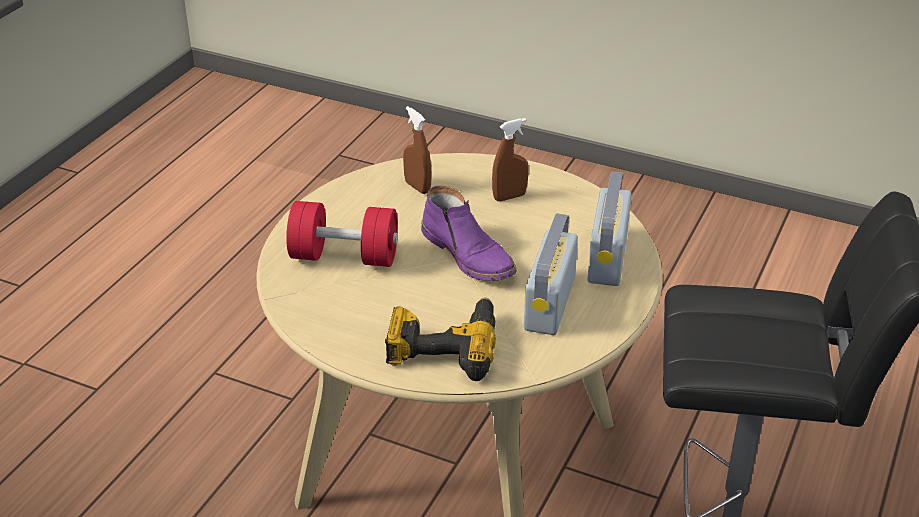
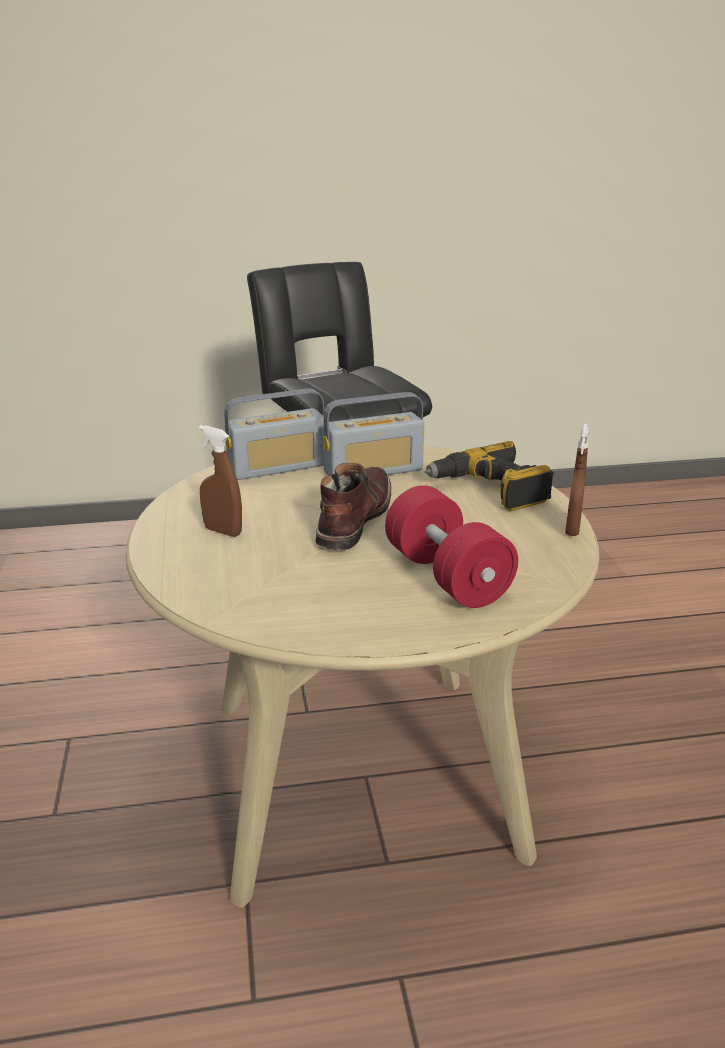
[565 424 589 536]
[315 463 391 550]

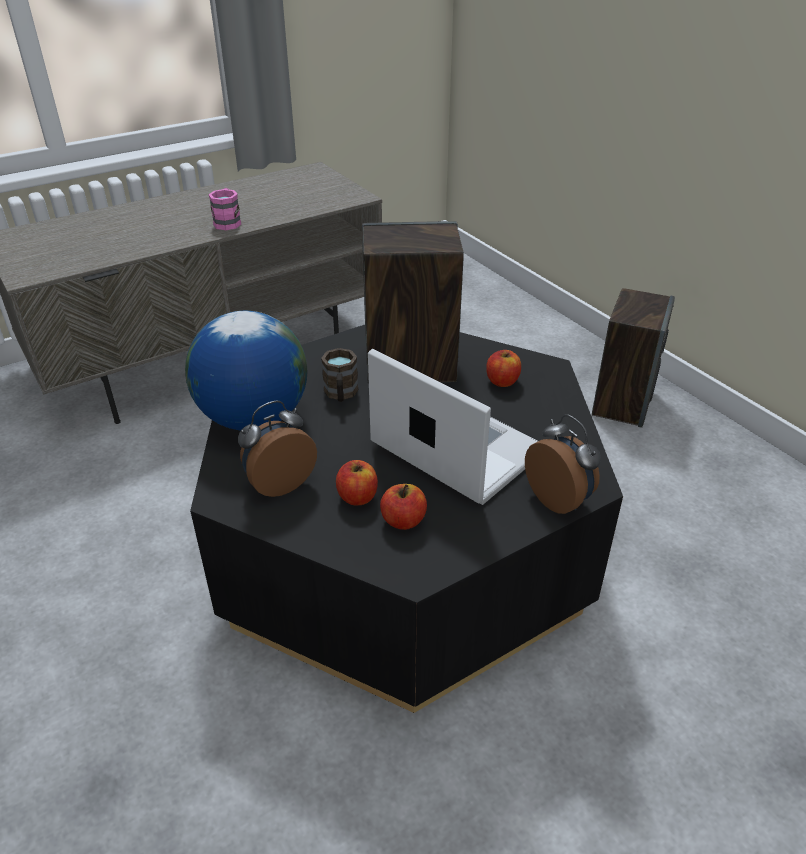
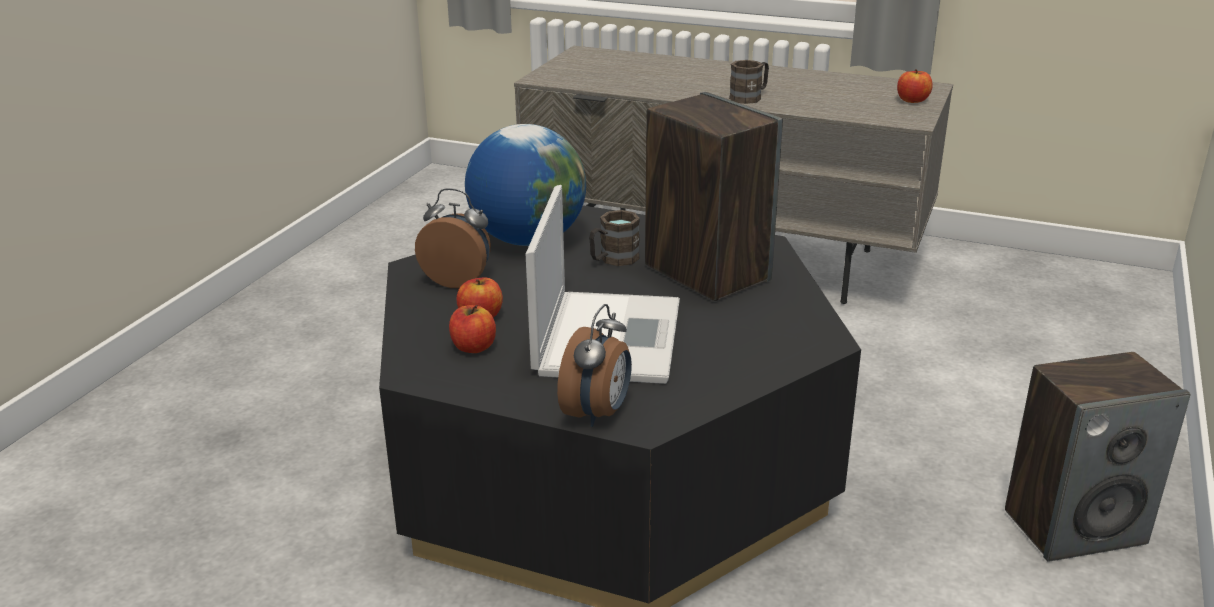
[729 60 769 104]
[897 69 933 103]

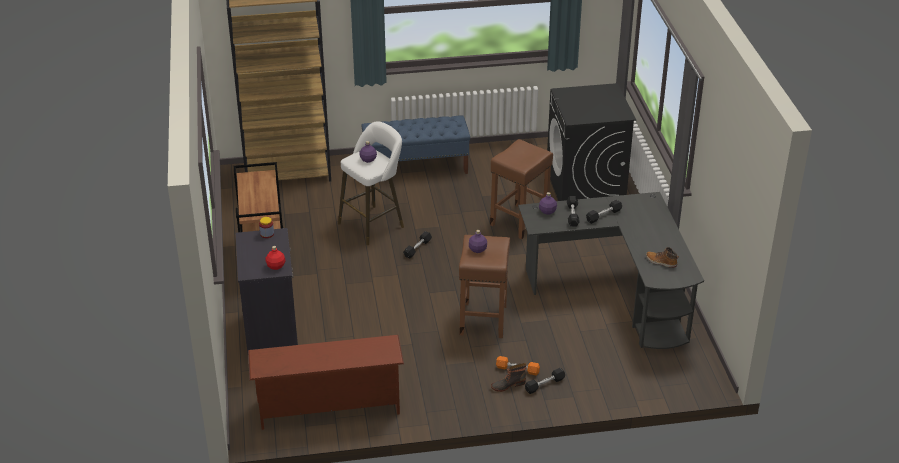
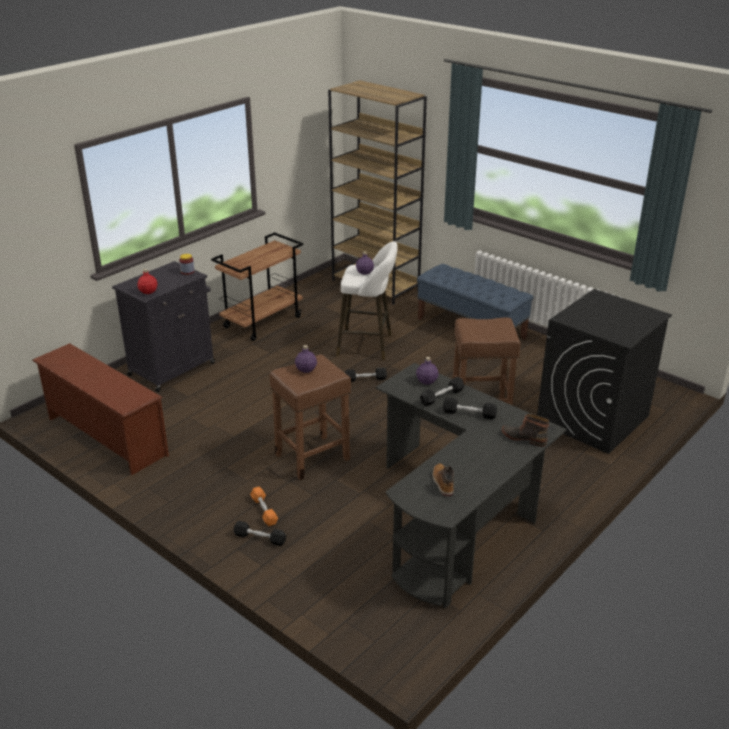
[502 414 549 447]

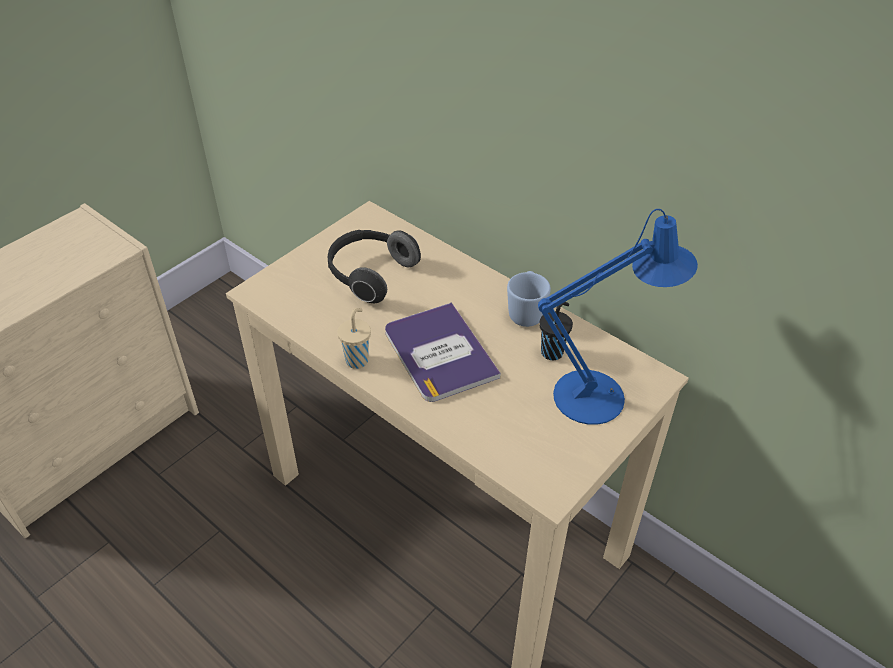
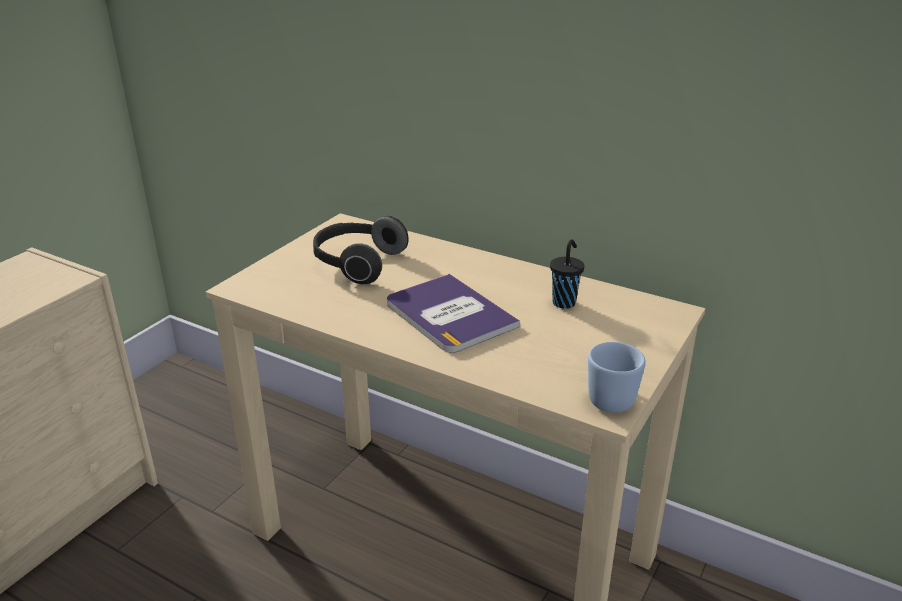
[337 308 371 369] (first image)
[588 342 646 413]
[538 209 698 425] (first image)

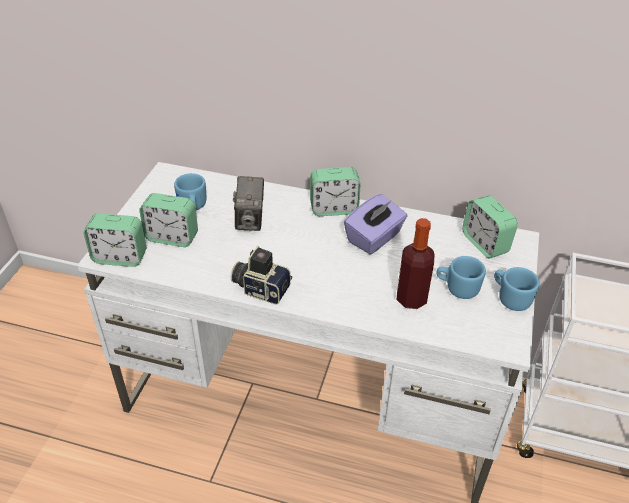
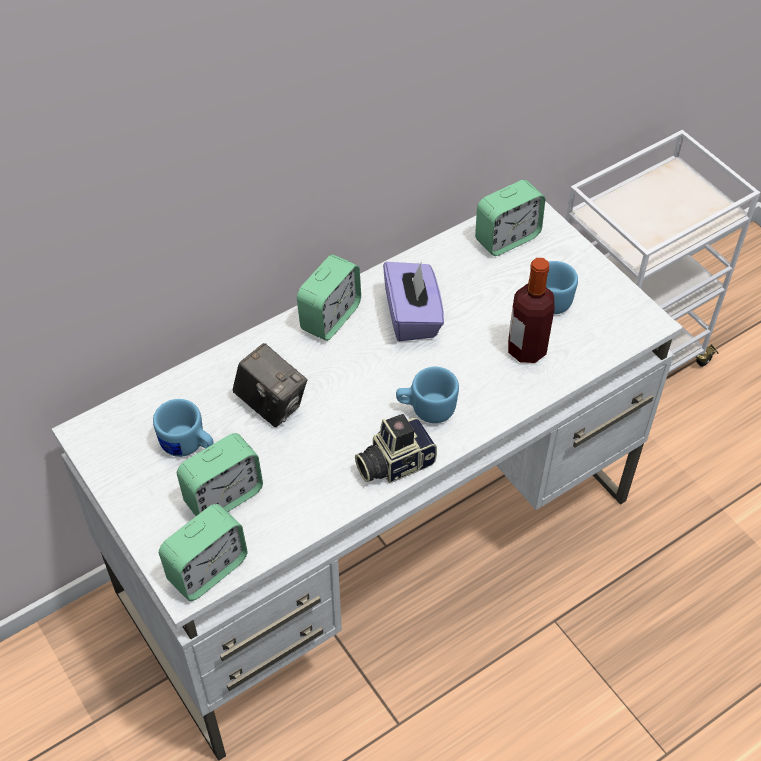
[475 180 545 256]
[396 367 459 423]

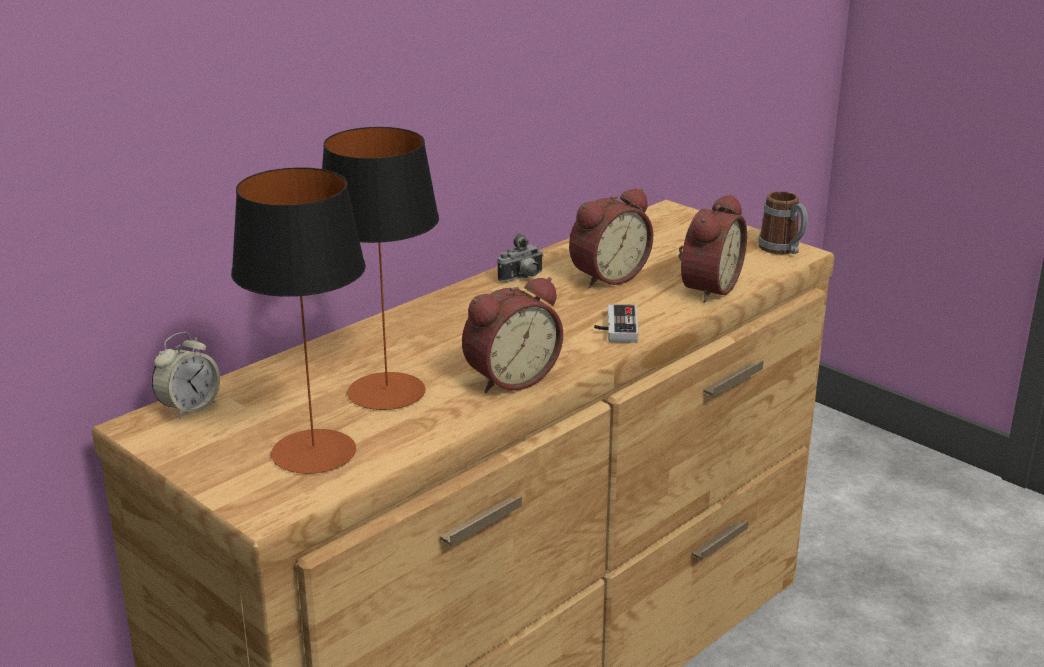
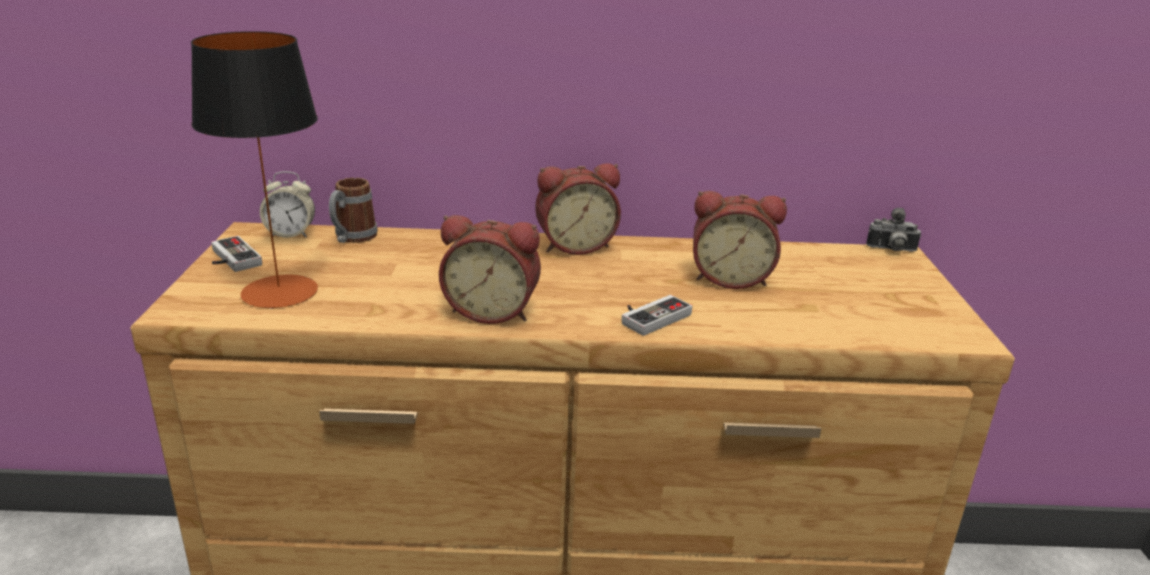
[322 127 439 410] (first image)
[866 208 921 252]
[535 163 621 255]
[329 178 378 243]
[211 236 262 272]

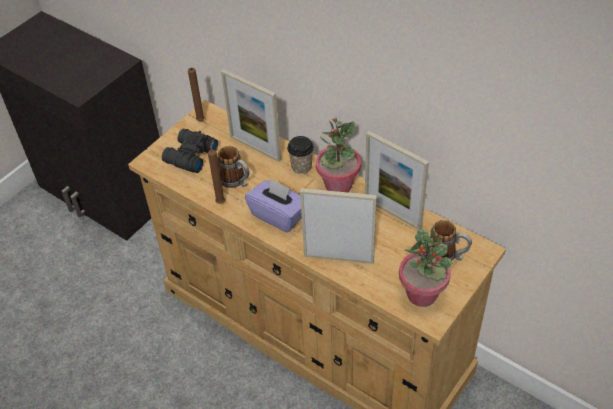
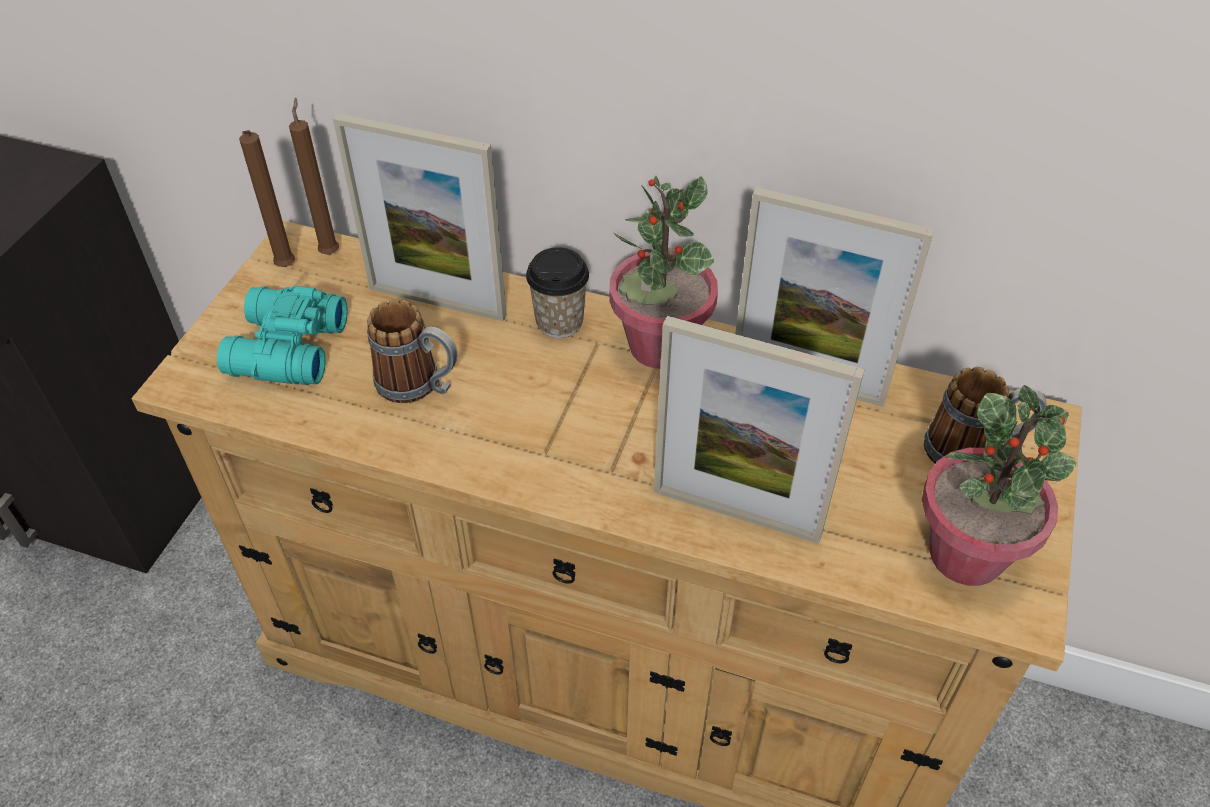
[217 285 348 385]
[289 98 339 254]
[245 178 302 233] (first image)
[654 316 865 544]

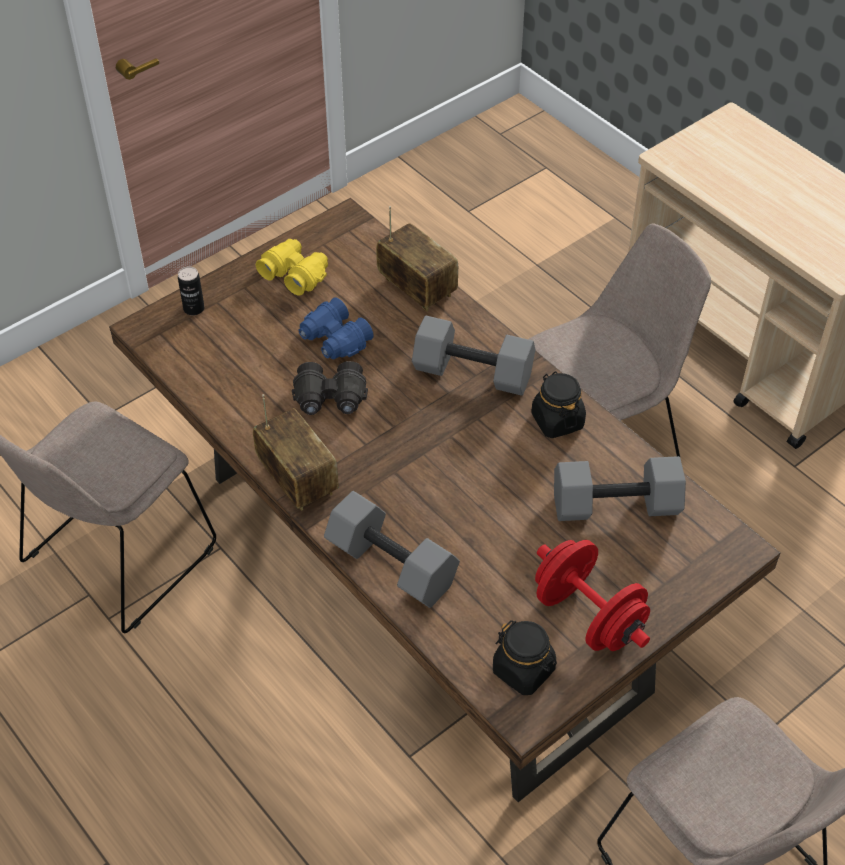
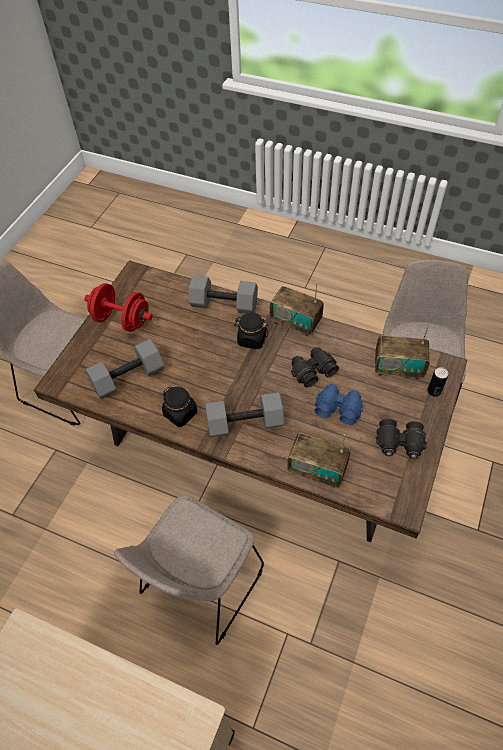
[376 419 427 459]
[234 312 269 349]
[375 324 430 380]

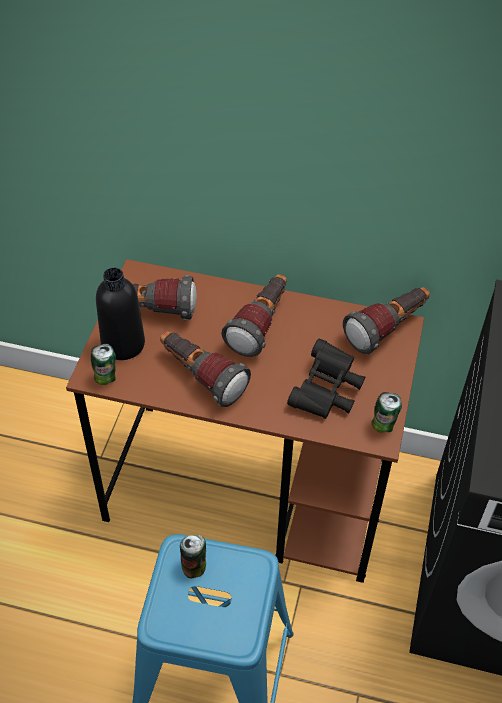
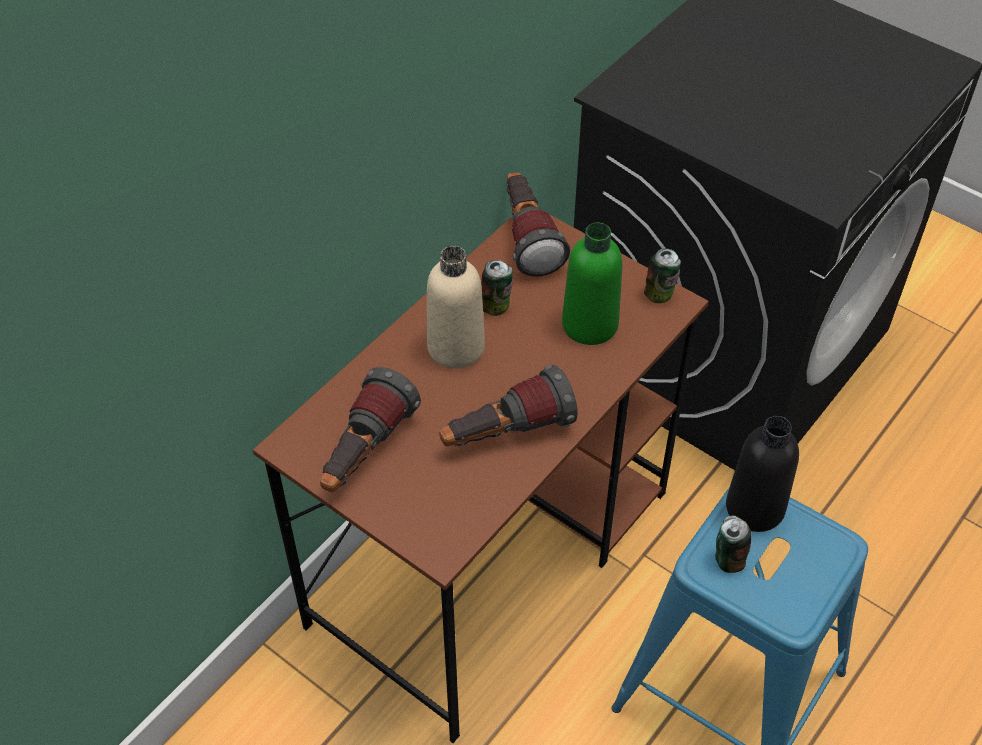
[481 260 513 316]
[726 416 799 532]
[427 246 485 369]
[562 222 622 345]

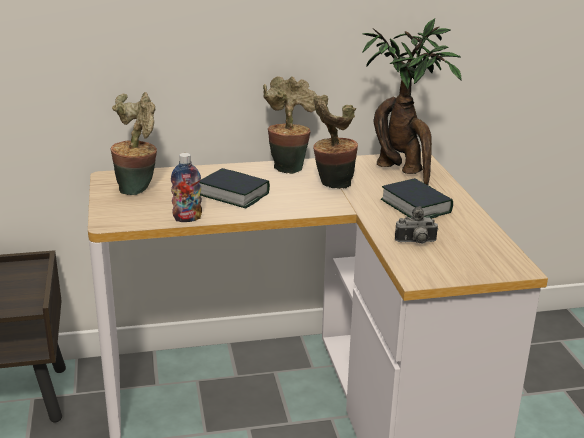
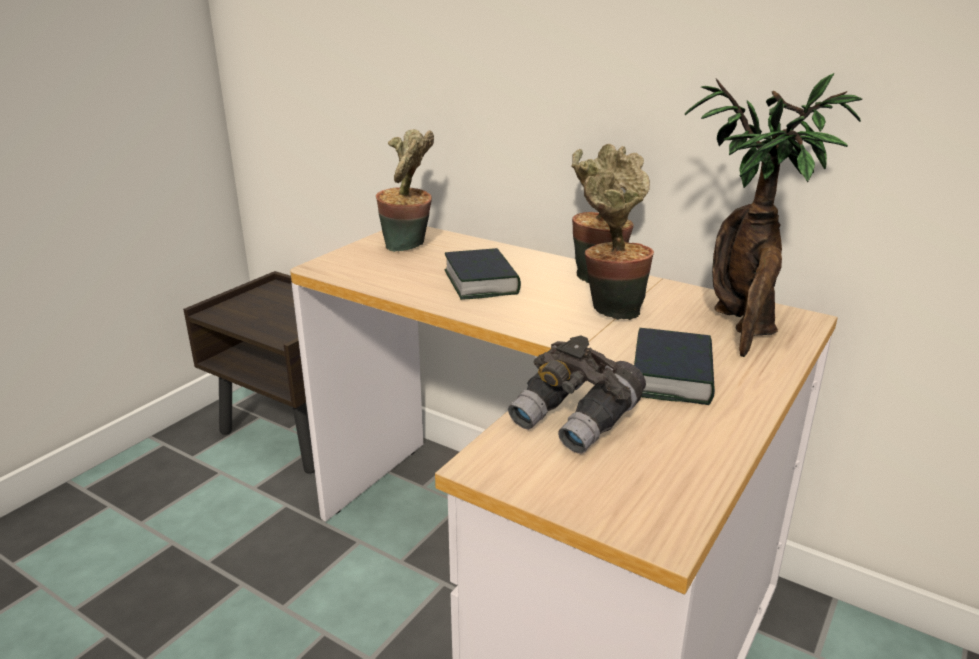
[171 153 202 222] (first image)
[508 336 646 454]

